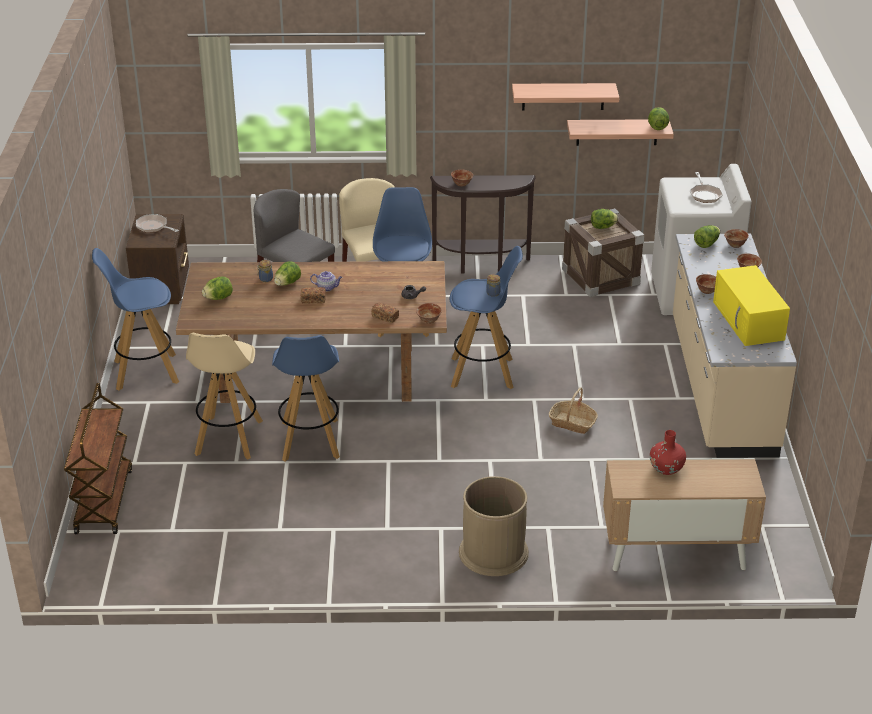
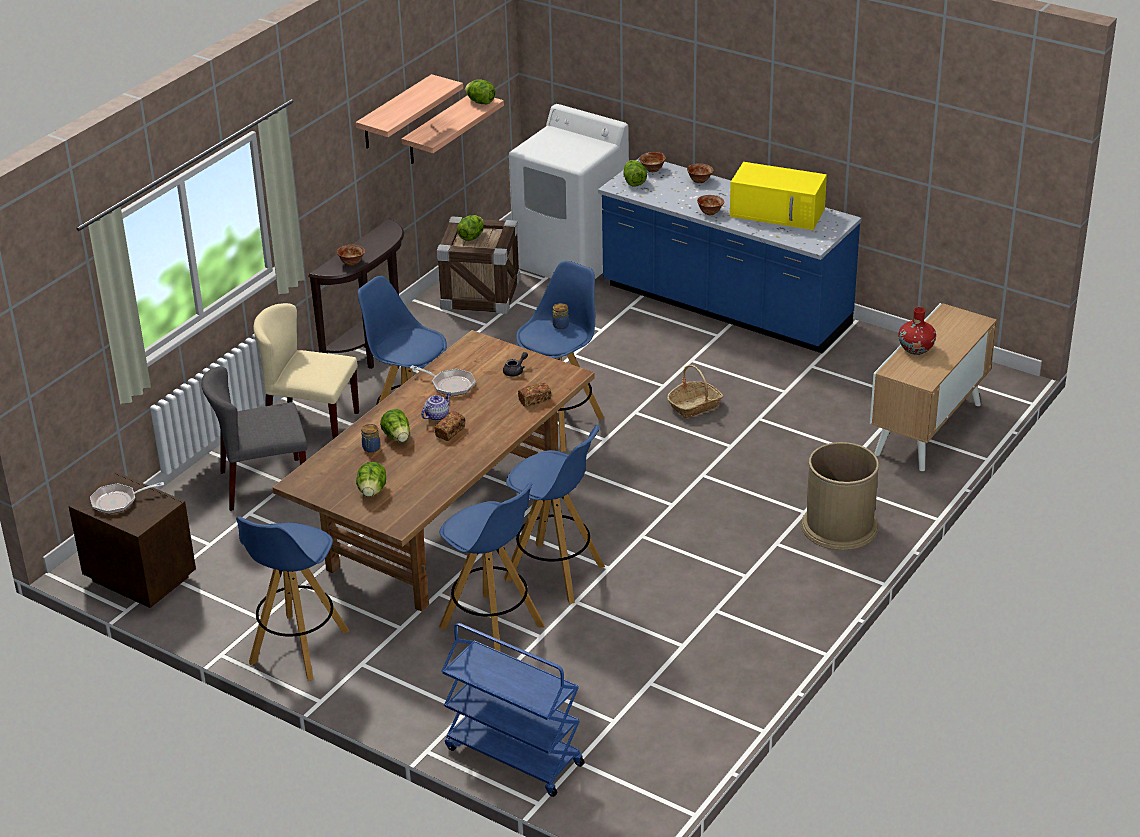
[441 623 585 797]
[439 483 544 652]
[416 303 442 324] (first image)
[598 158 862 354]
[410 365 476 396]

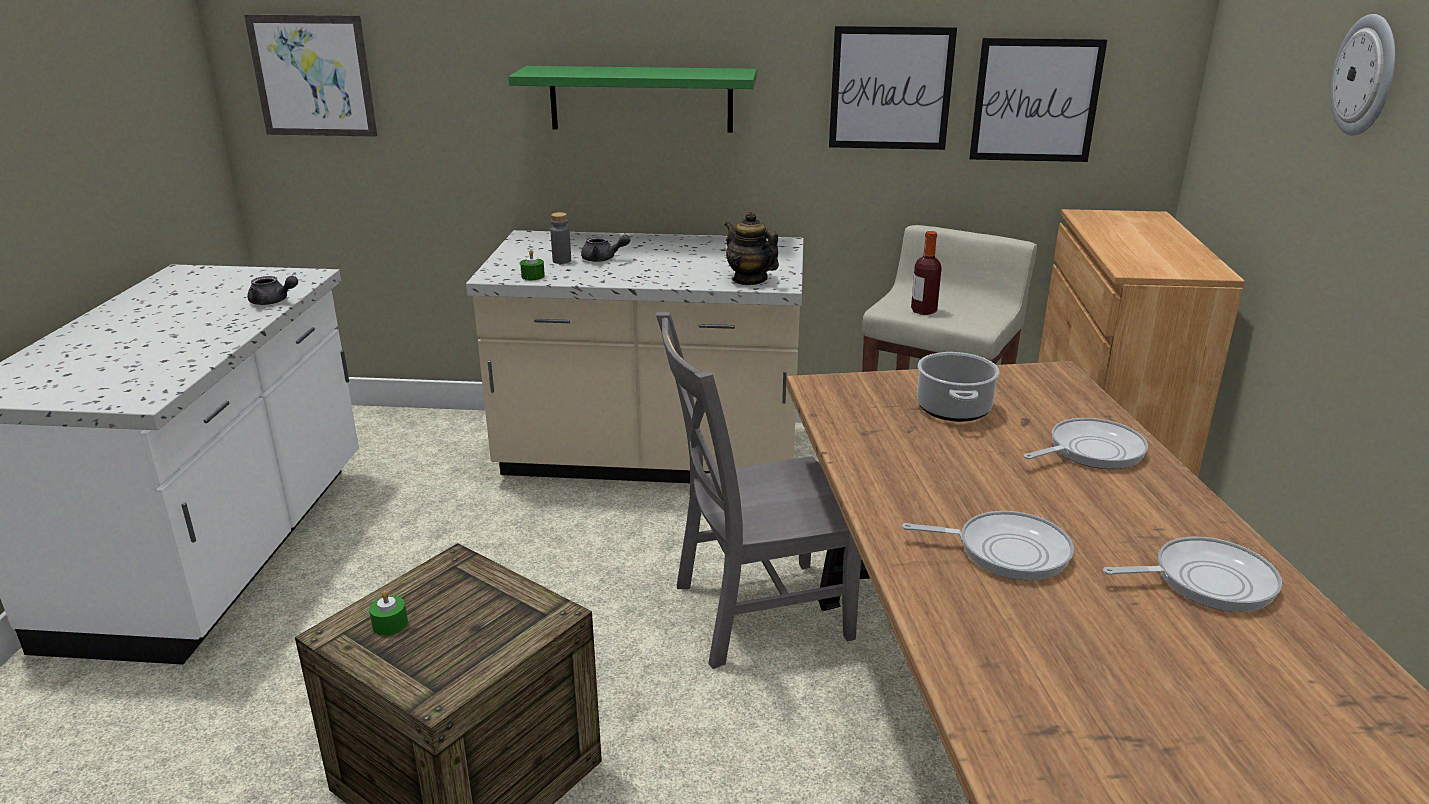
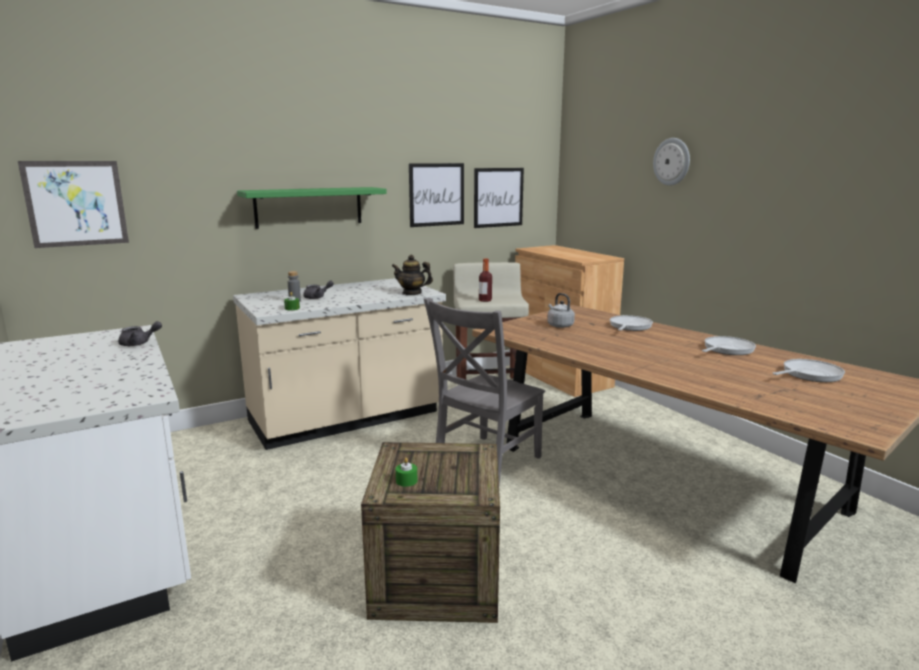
[773 359 845 382]
[547 293 575 328]

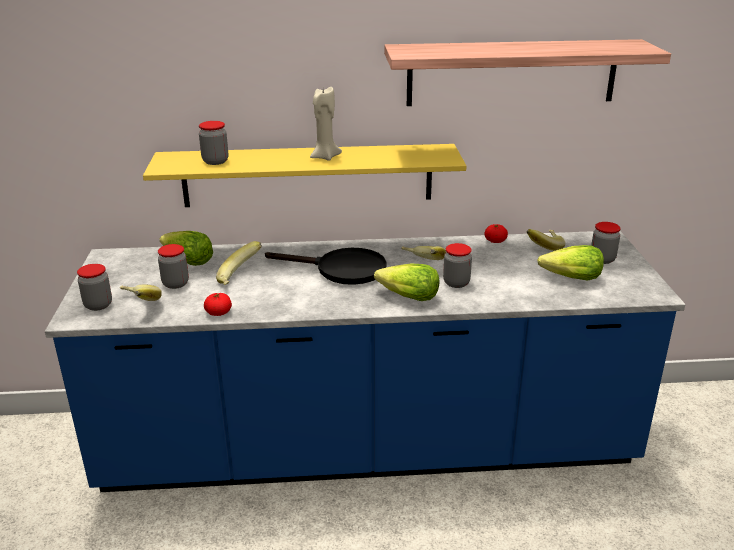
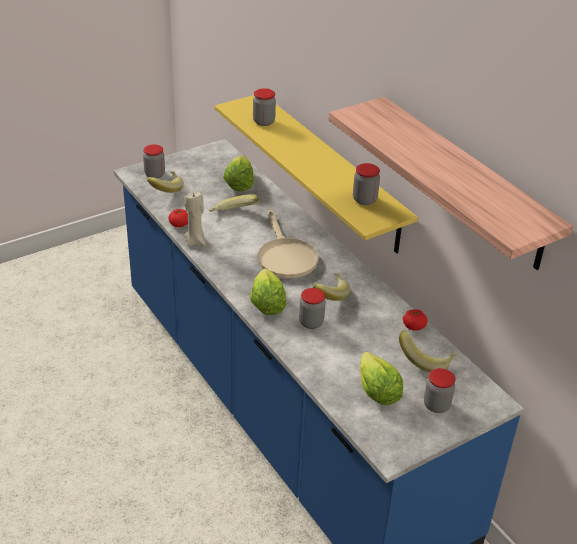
[353 163 380 205]
[258 210 318 279]
[183 190 206 247]

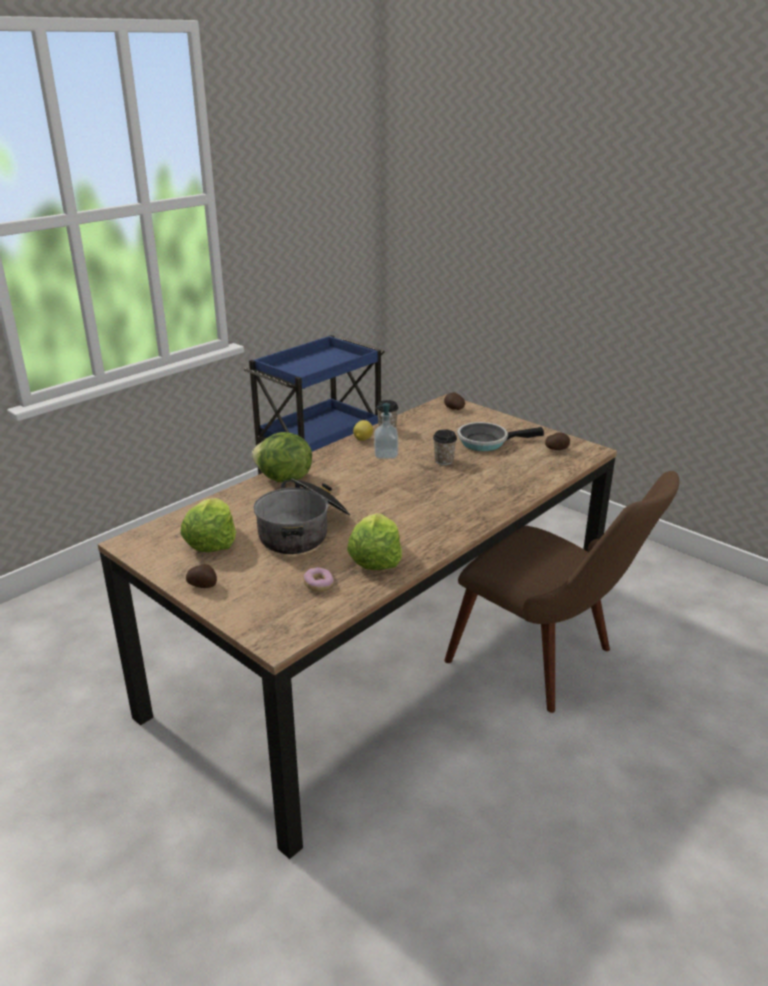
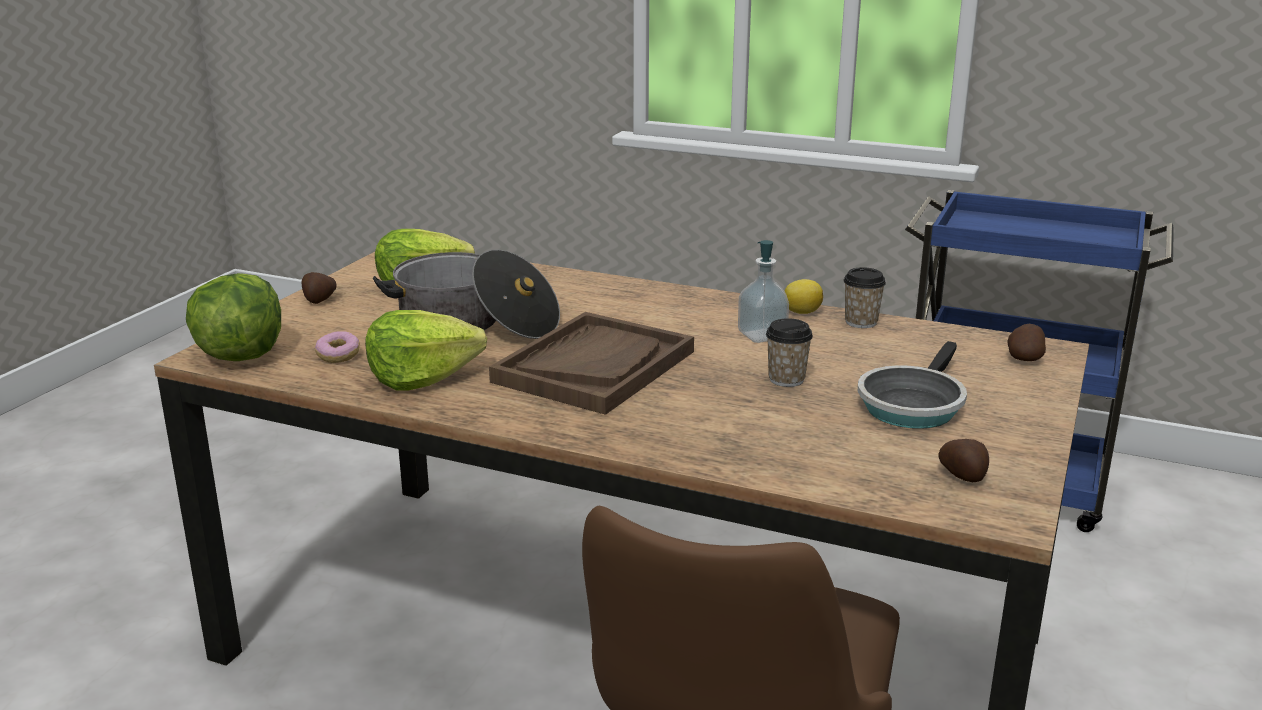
[186 273 281 361]
[858 341 967 429]
[489 312 694 415]

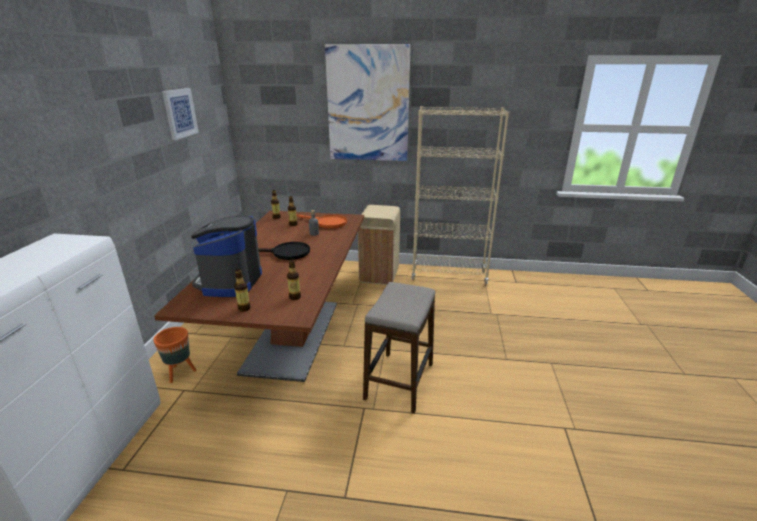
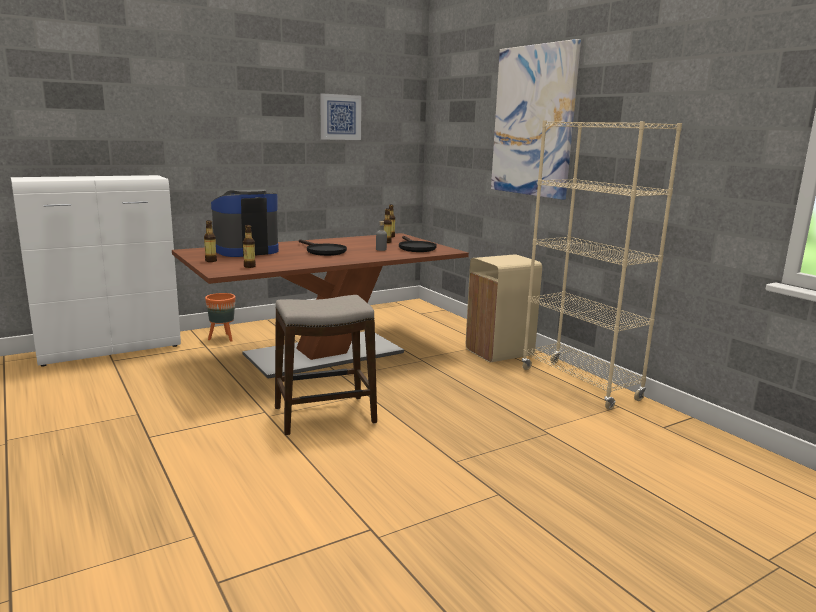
[399 236 437 252]

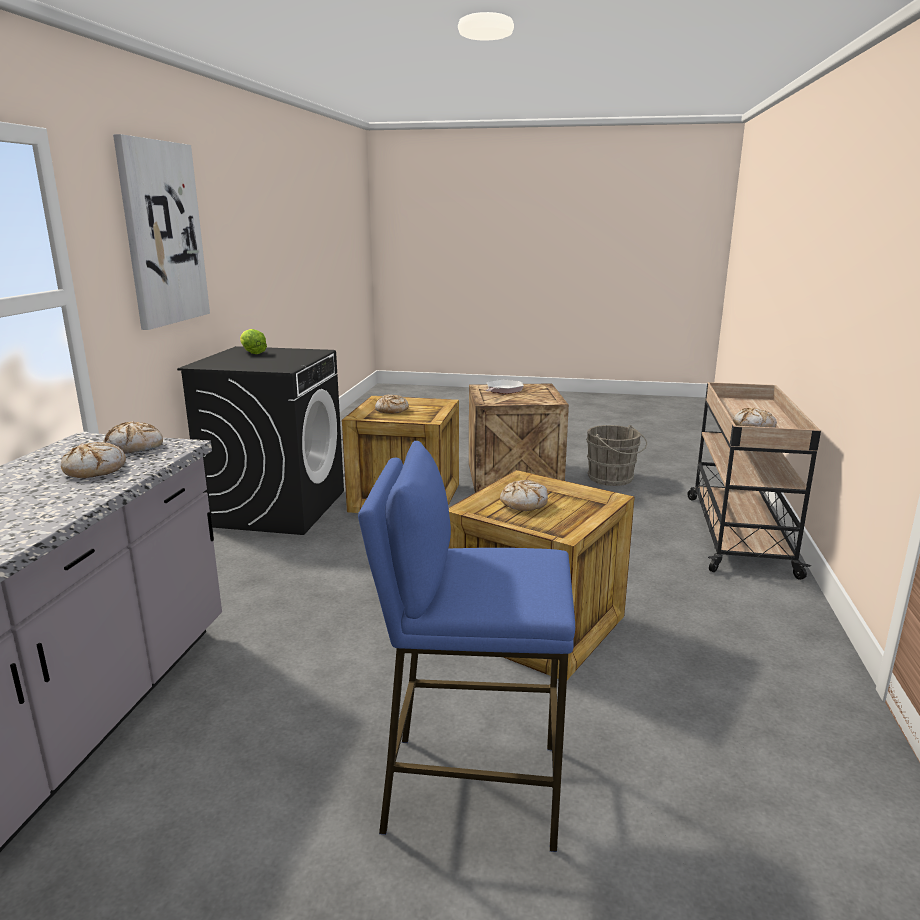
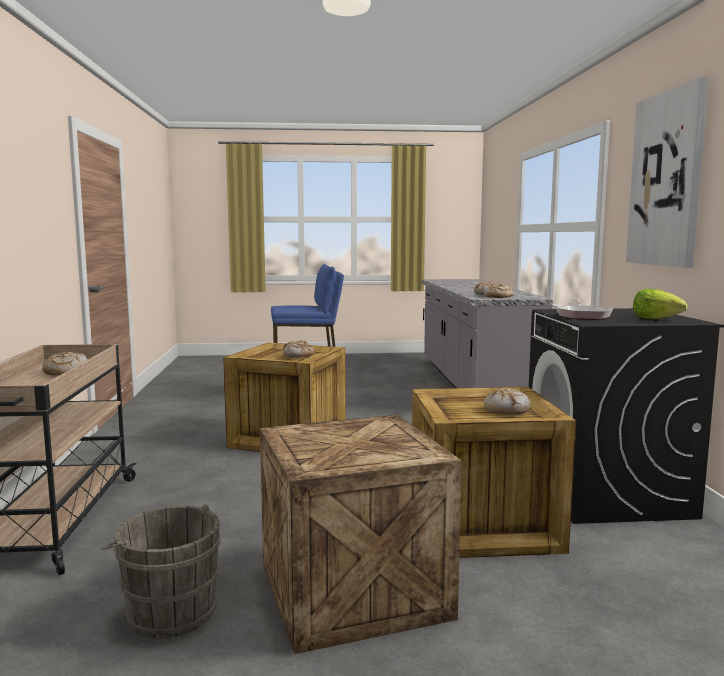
[557 298 613 320]

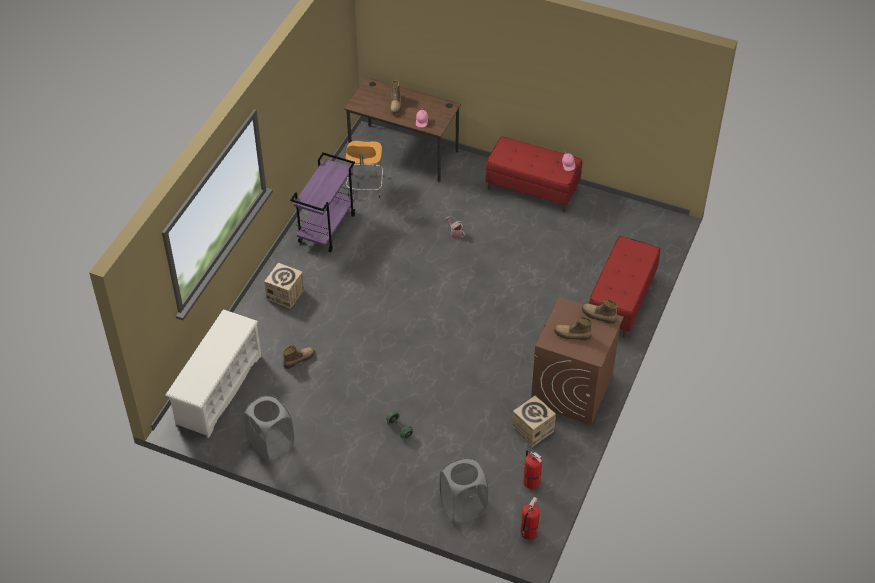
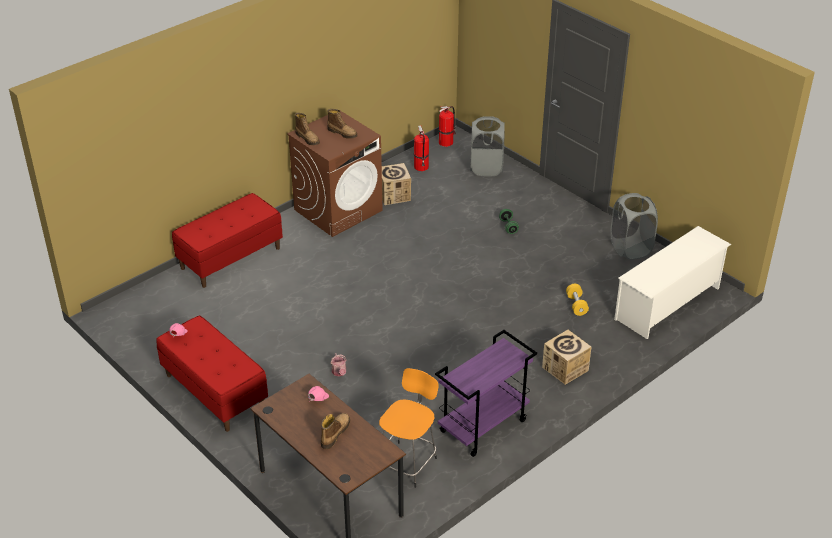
[566 284 589 316]

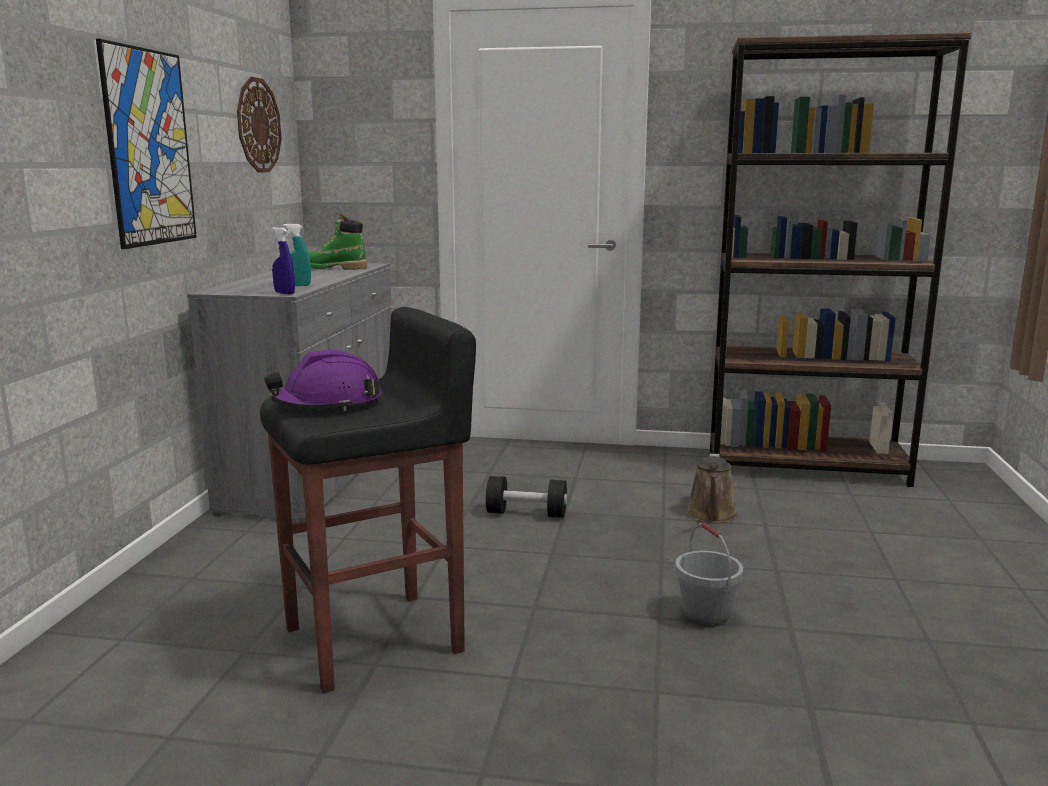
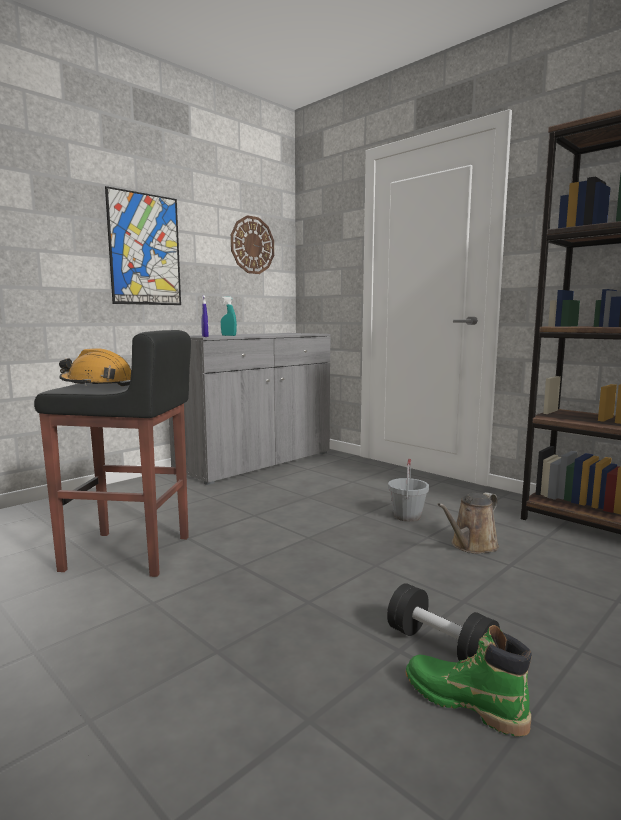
[59 348 131 386]
[406 625 532 737]
[387 583 500 661]
[388 459 429 522]

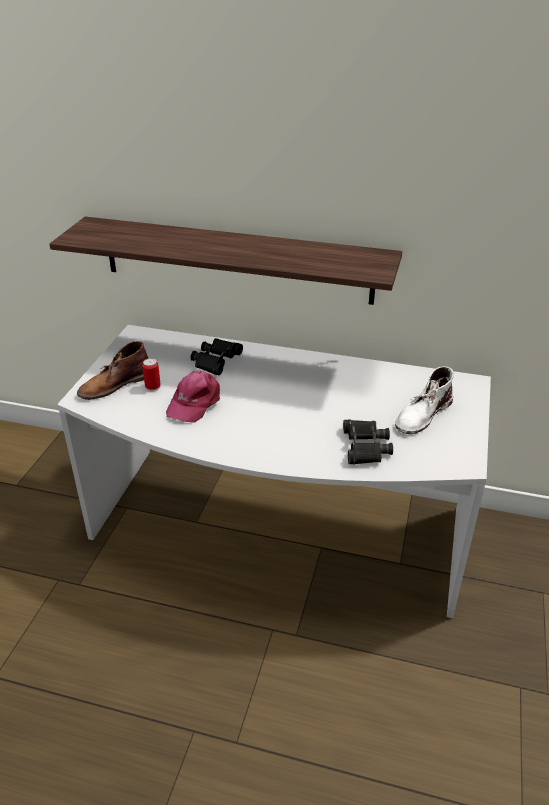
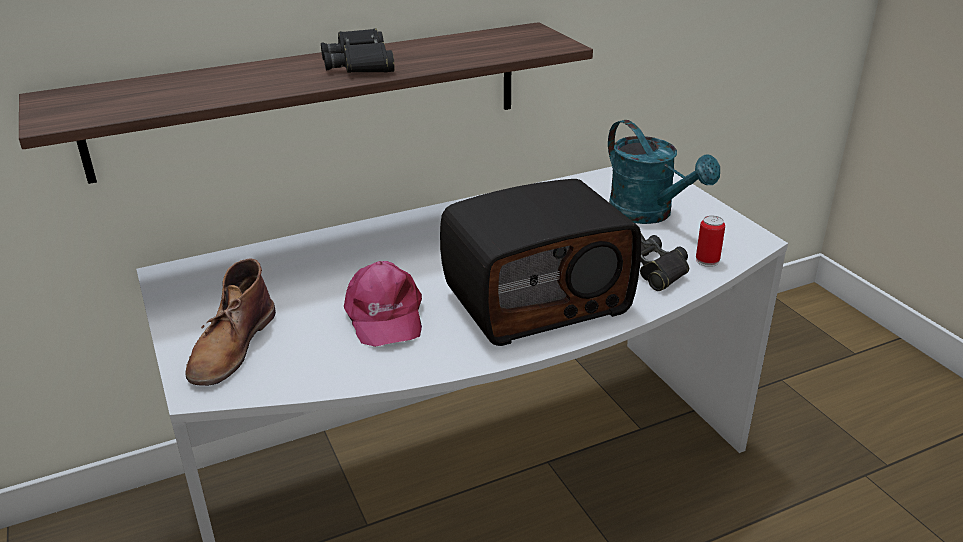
[696 215 725 267]
[321 28 395 73]
[608 120 720 224]
[440 179 641 346]

